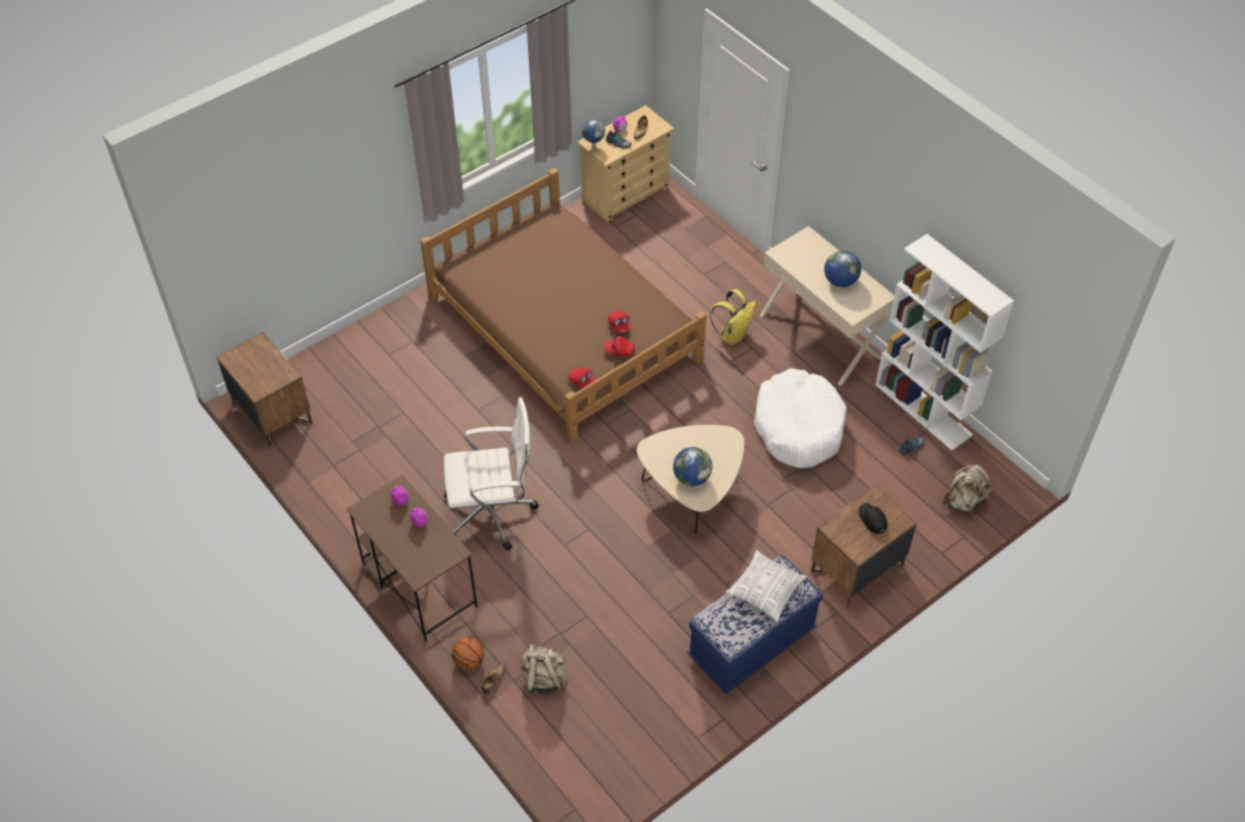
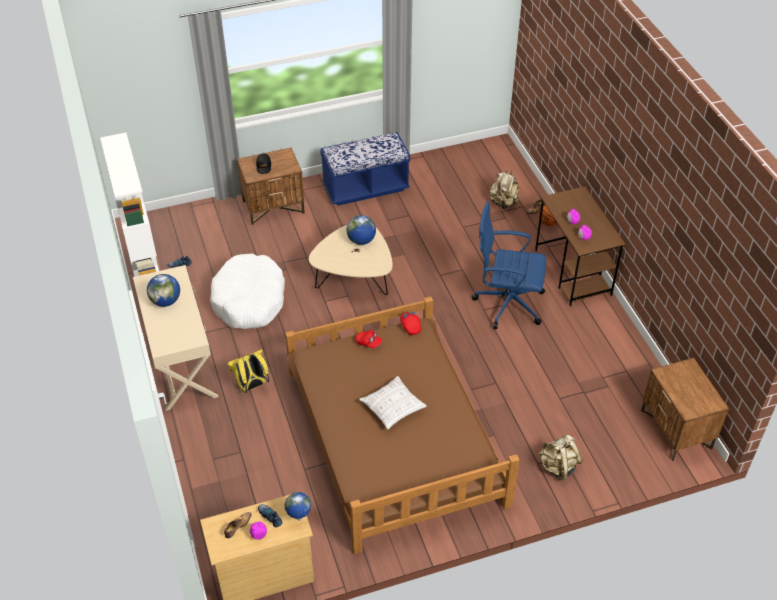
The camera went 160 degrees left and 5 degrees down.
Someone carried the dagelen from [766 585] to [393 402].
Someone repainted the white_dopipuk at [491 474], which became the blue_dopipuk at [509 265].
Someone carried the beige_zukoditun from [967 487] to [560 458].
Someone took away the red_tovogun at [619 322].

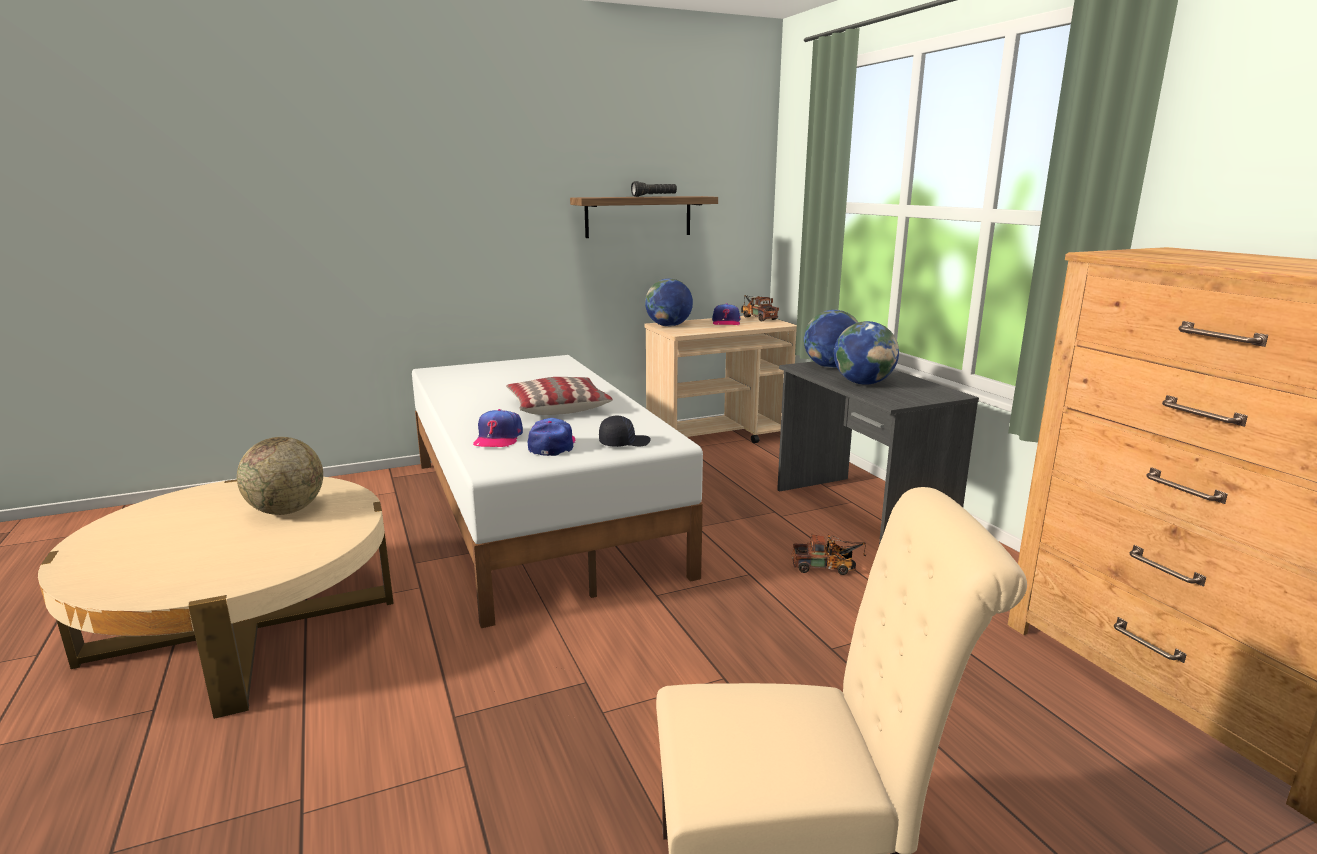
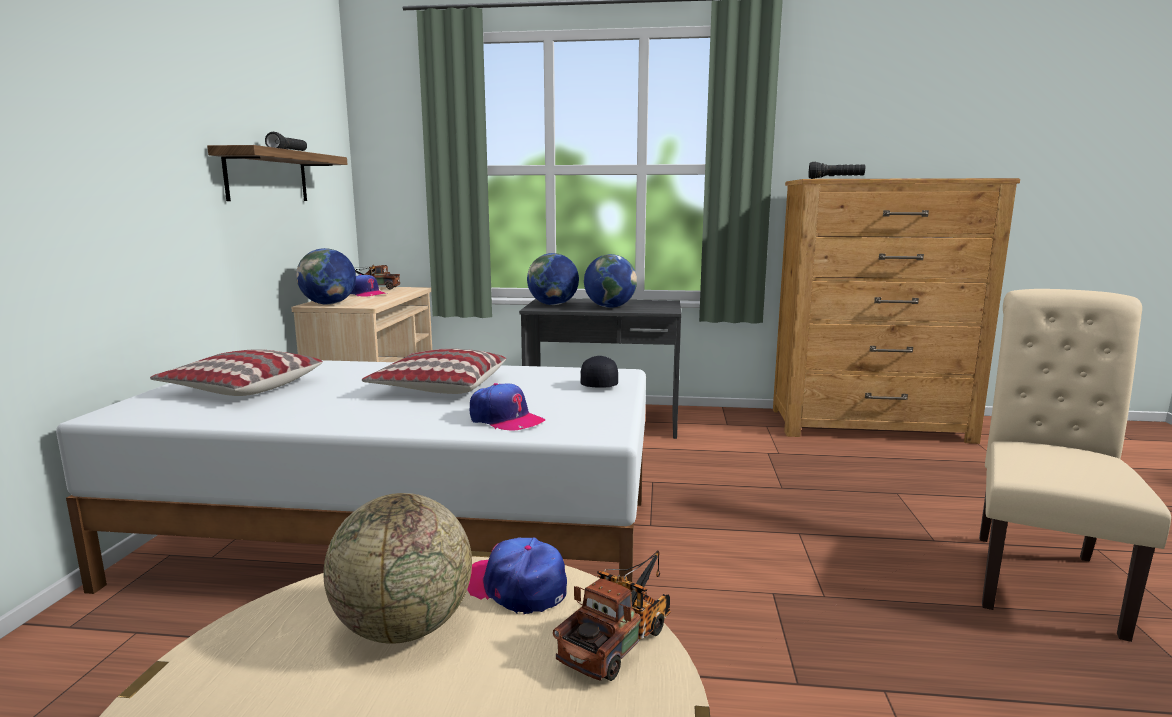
The camera went 60 degrees left and 5 degrees down.
Someone put down the dagelen at [236 372].
Someone carried the tovogun from [551 437] to [517 575].
Someone carried the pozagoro from [829 554] to [612 616].
Someone put down the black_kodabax at [836 170].

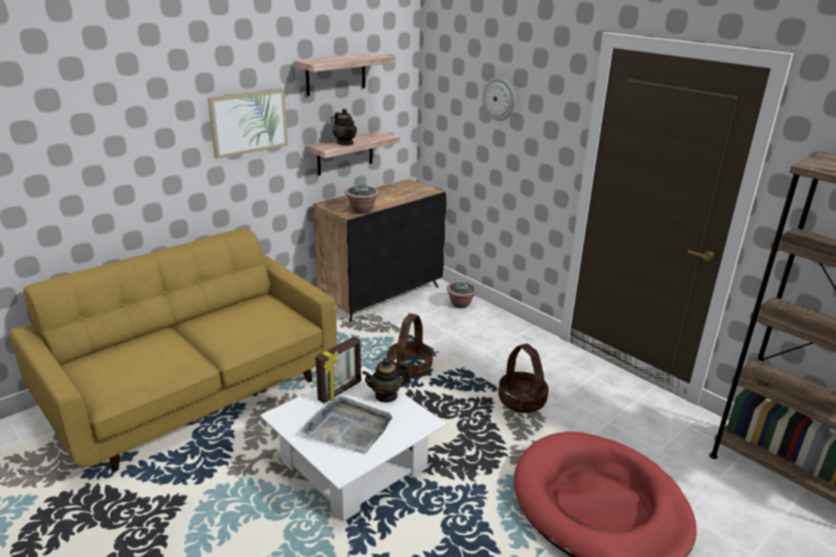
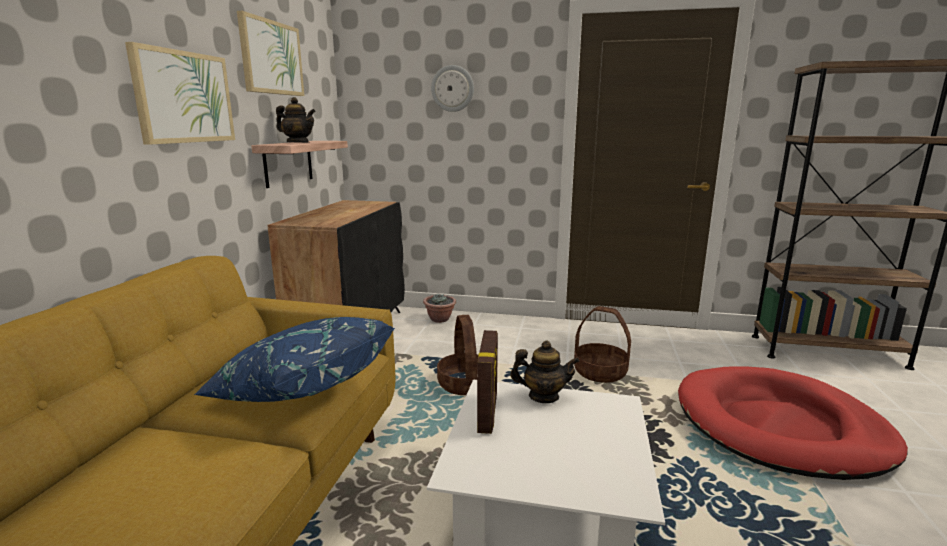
The camera went 35 degrees left and 10 degrees down.
Someone put down the blue_dagelen at [294 359].
Someone swapped the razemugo at [344 74] for the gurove at [270 53].
Someone rotated the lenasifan at [386 380] by 120 degrees counterclockwise.
Someone took away the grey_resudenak at [347 425].
Someone took away the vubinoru at [362 199].

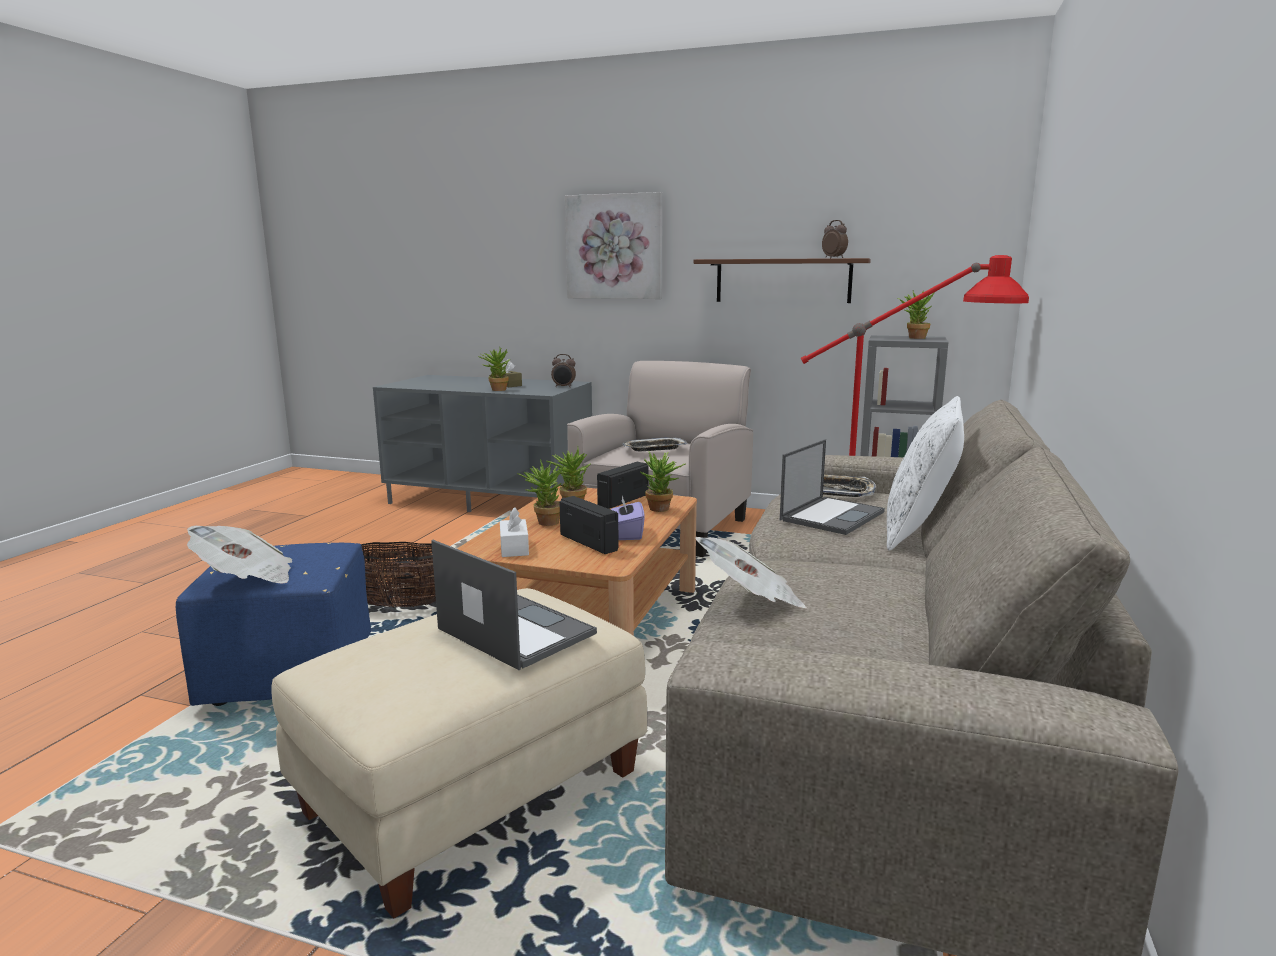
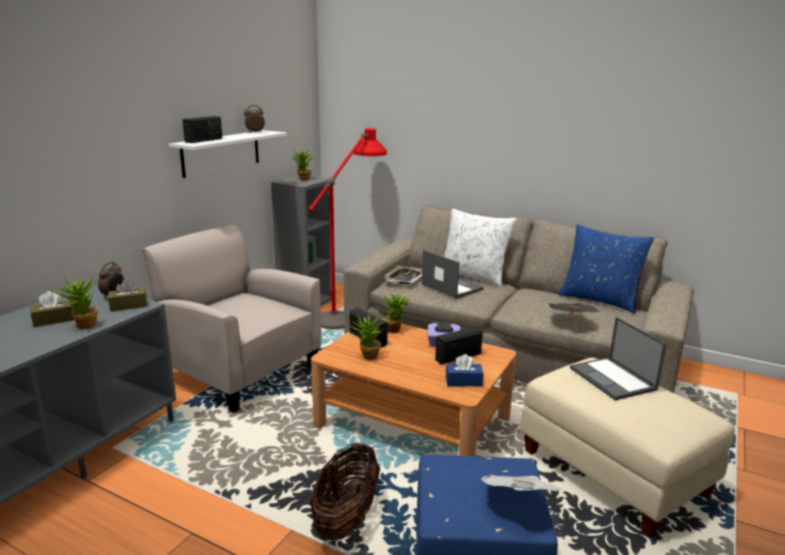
The camera went 80 degrees left and 5 degrees up.
Someone put down the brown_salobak at [127 295].
Someone repainted the brown_razemugo at [782 280], which became the white_razemugo at [228 154].
Someone put down the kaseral at [202 129].
Someone repainted the white_salobak at [514 532], which became the blue_salobak at [465 370].
Someone put down the blue_dagelen at [606 269].
Someone rotated the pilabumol at [514 605] by 75 degrees counterclockwise.
Someone took away the vubinoru at [540 492].
Someone took away the gurove at [614 245].
Someone took away the resudenak at [655 444].

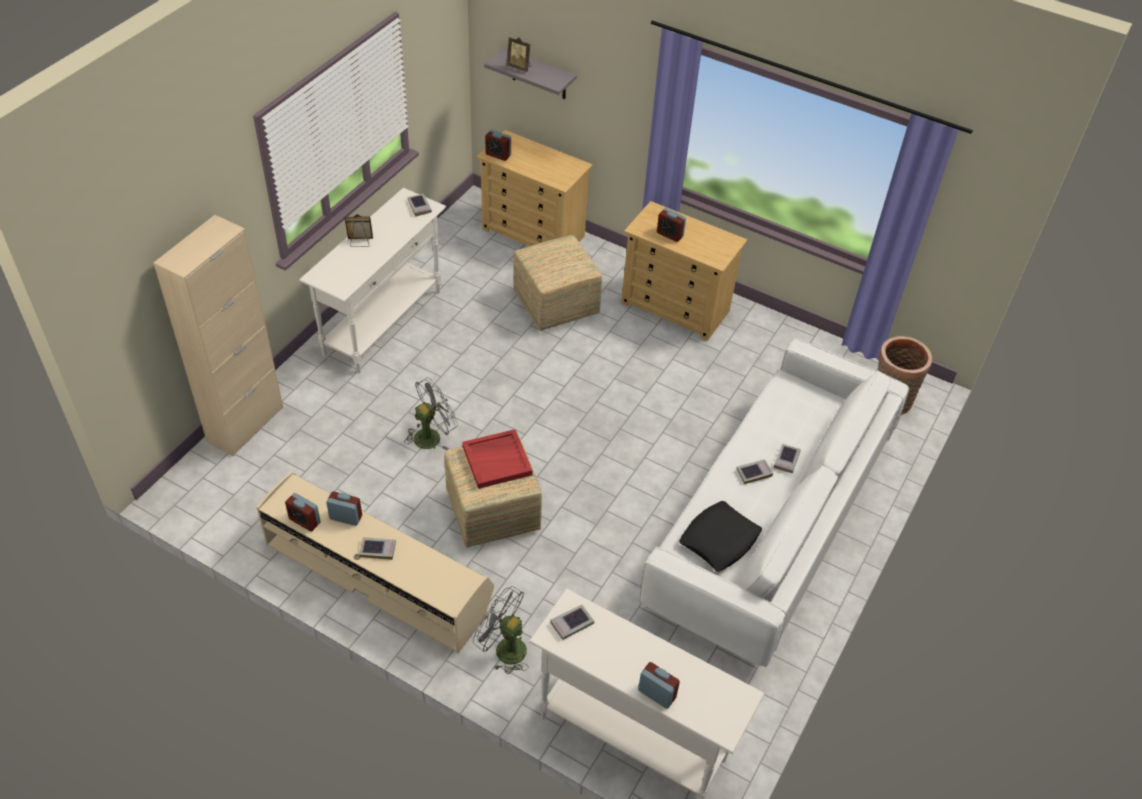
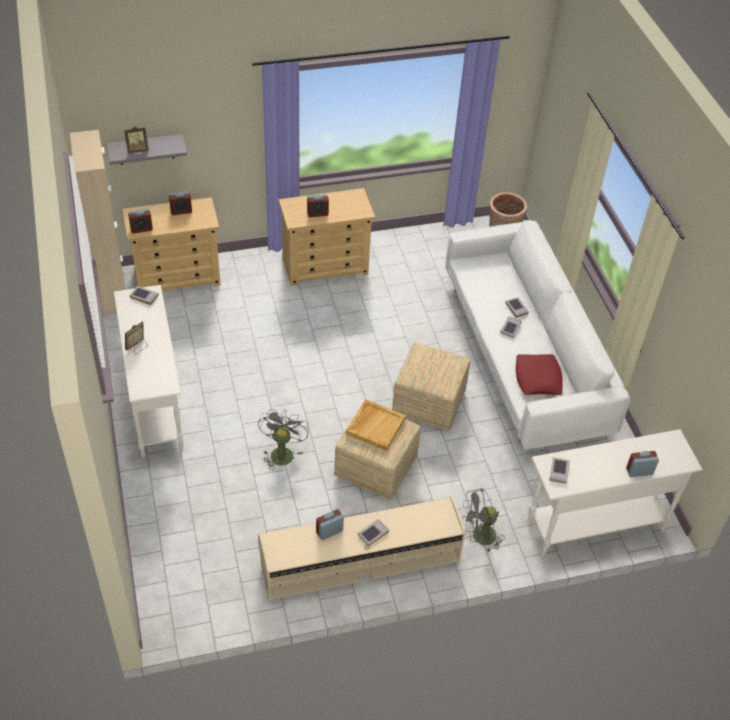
The camera went 45 degrees left and 0 degrees up.
Someone carried the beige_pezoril from [218 335] to [98 222].
Someone carried the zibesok from [303 512] to [180 203].
Someone repainted the red_resudenak at [497 459], which became the beige_resudenak at [376 425].
Someone carried the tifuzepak from [557 283] to [431 387].
Someone repainted the black_dagelen at [720 536], which became the red_dagelen at [539 374].

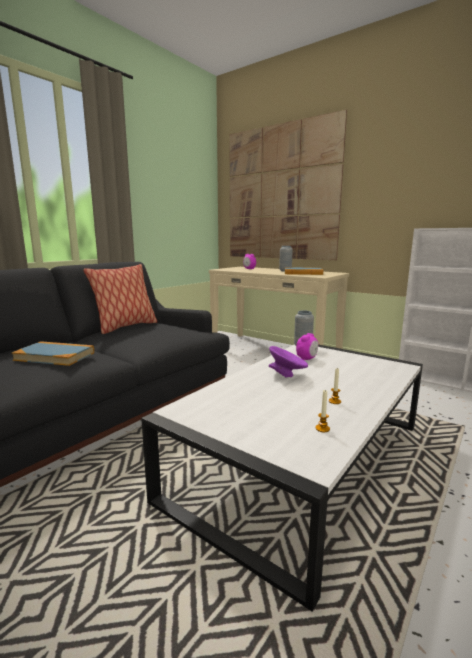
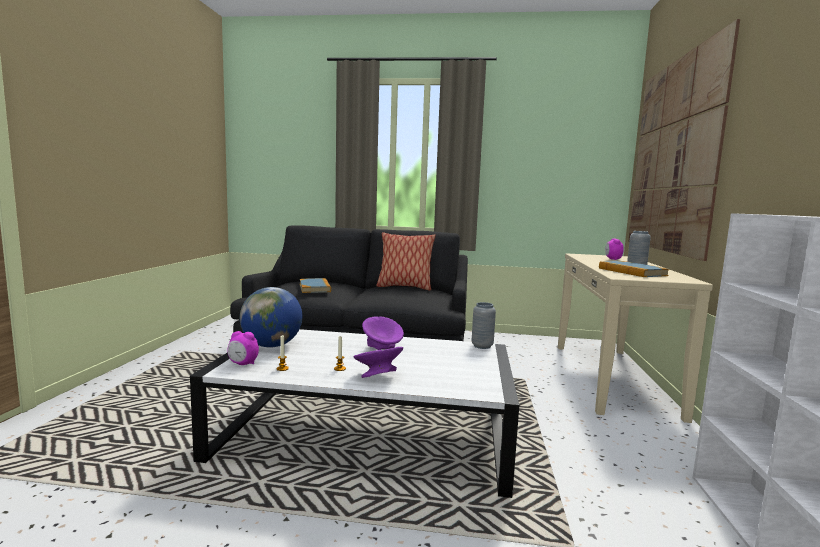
The camera went 60 degrees right and 5 degrees down.
Someone carried the zibesok from [307 346] to [243 348].
Someone put down the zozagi at [271 317].
Someone put down the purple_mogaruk at [378 362].

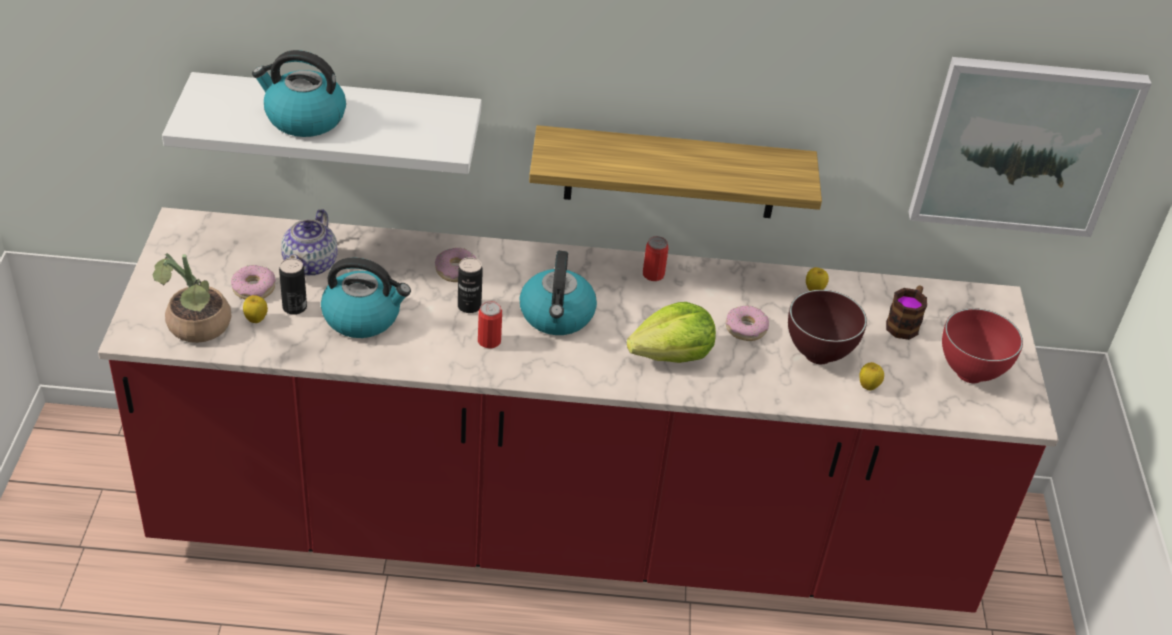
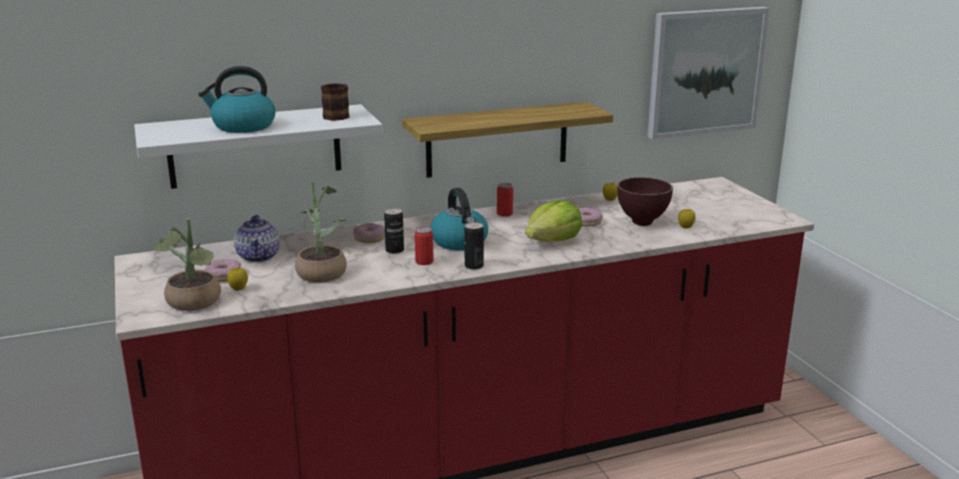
The camera went 20 degrees left and 20 degrees down.
Someone swapped the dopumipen at [366 298] for the vubinoru at [321 232].
Someone carried the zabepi from [906 312] to [335 102].
Someone carried the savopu from [293 286] to [474 246].
Someone took away the red_mogaruk at [982 345].

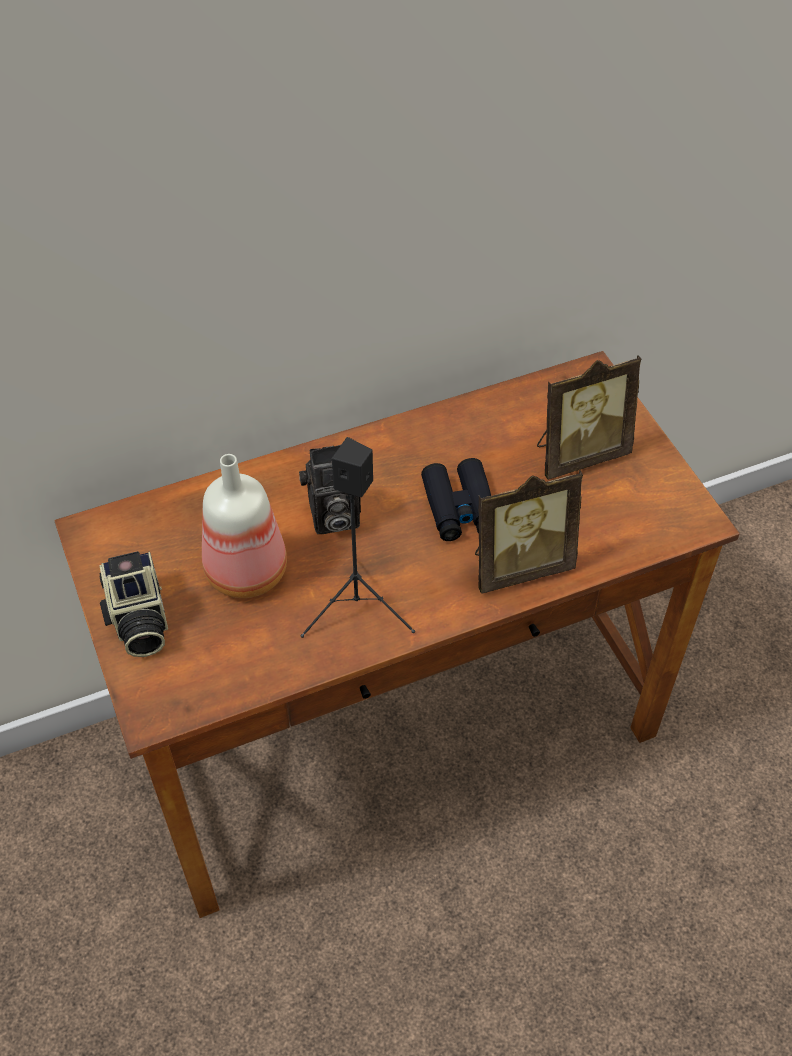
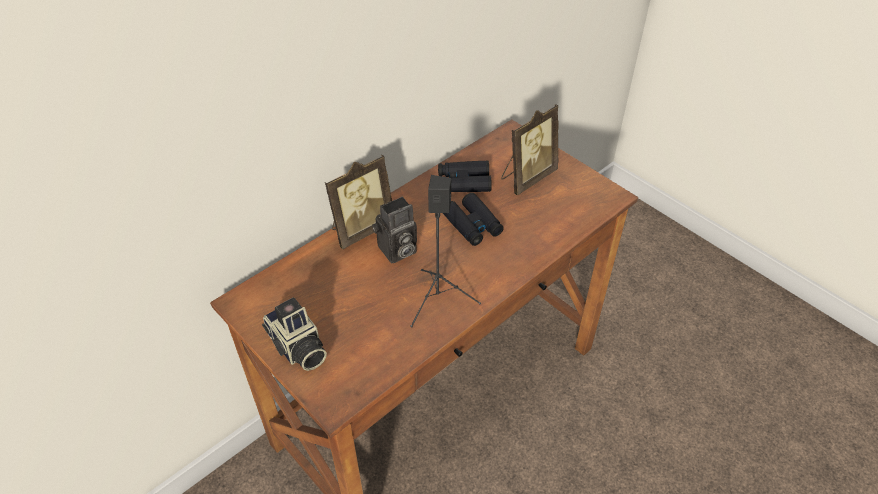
The camera went 20 degrees left and 5 degrees down.
Someone carried the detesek from [529 532] to [358 202].
Someone put down the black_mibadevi at [465 176].
Someone took away the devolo at [244 526].

